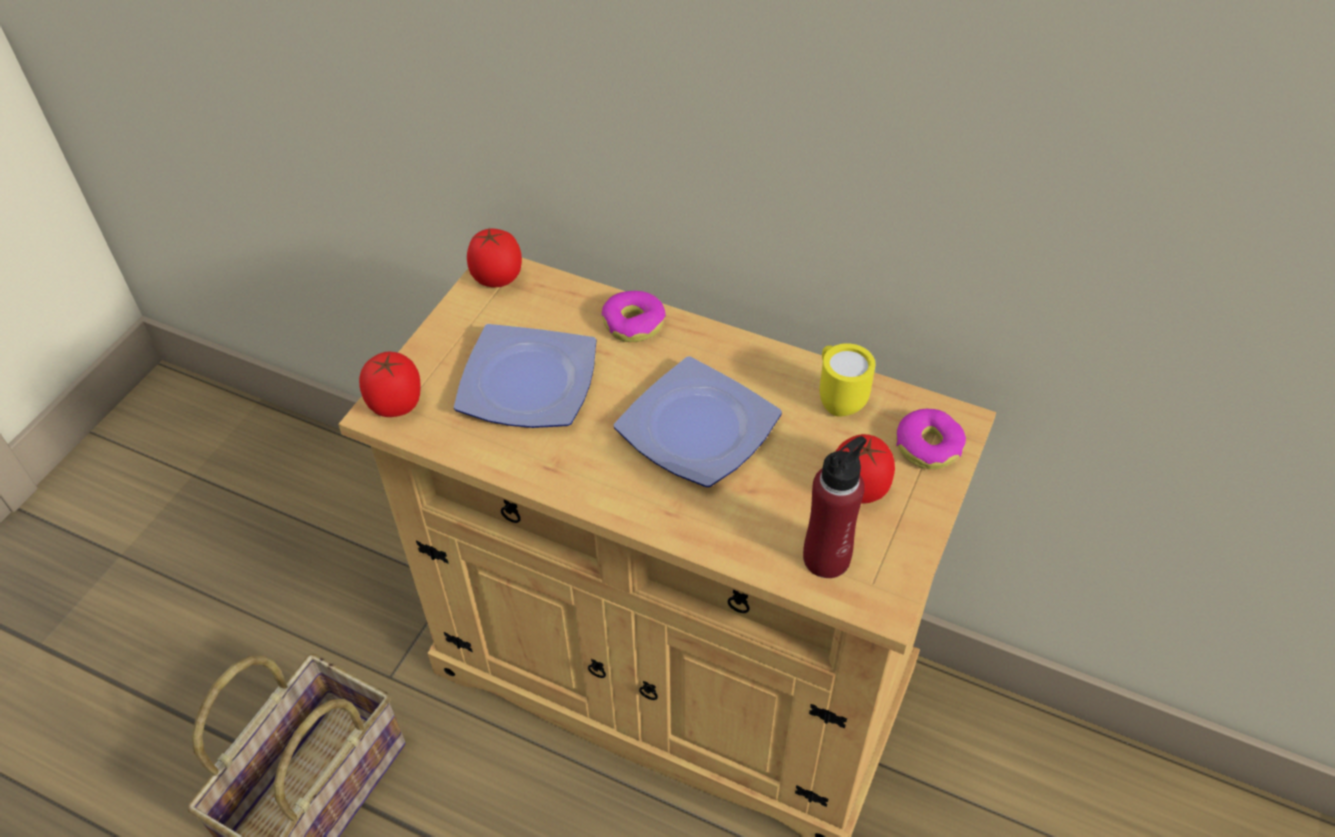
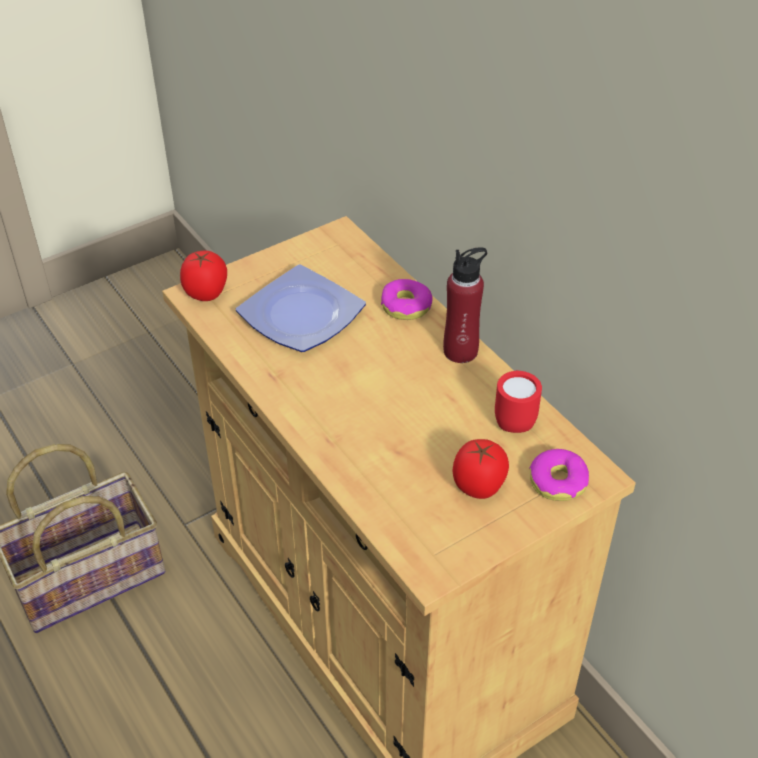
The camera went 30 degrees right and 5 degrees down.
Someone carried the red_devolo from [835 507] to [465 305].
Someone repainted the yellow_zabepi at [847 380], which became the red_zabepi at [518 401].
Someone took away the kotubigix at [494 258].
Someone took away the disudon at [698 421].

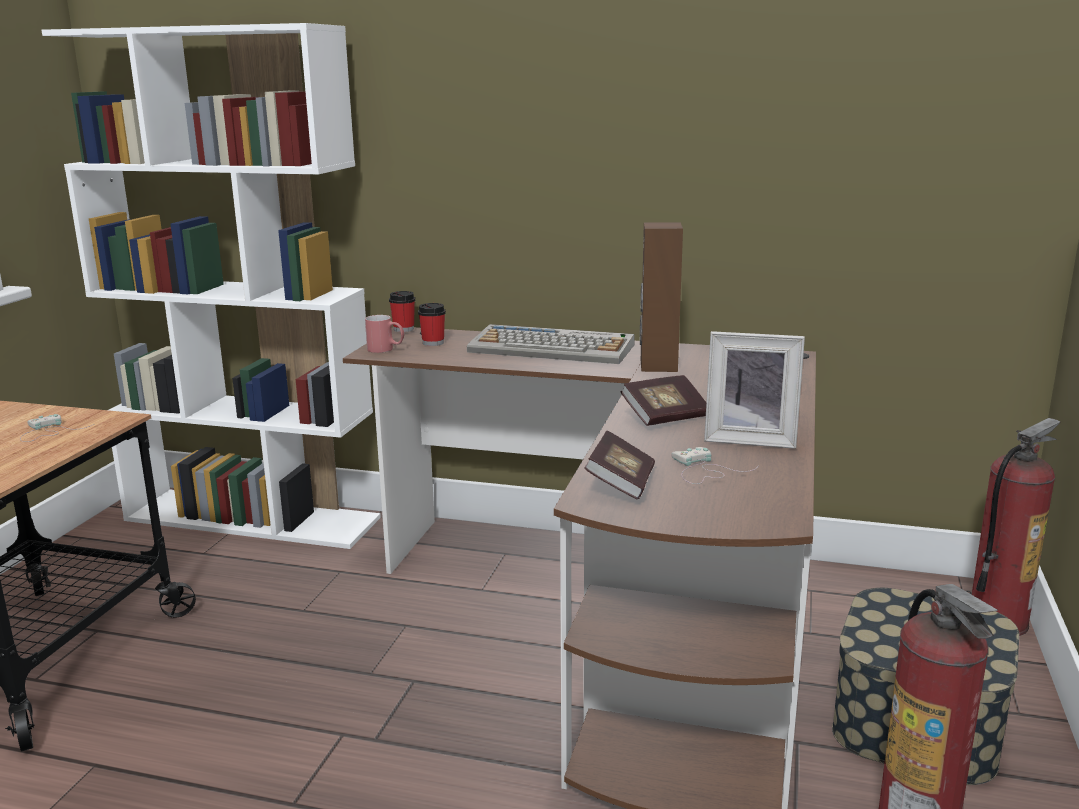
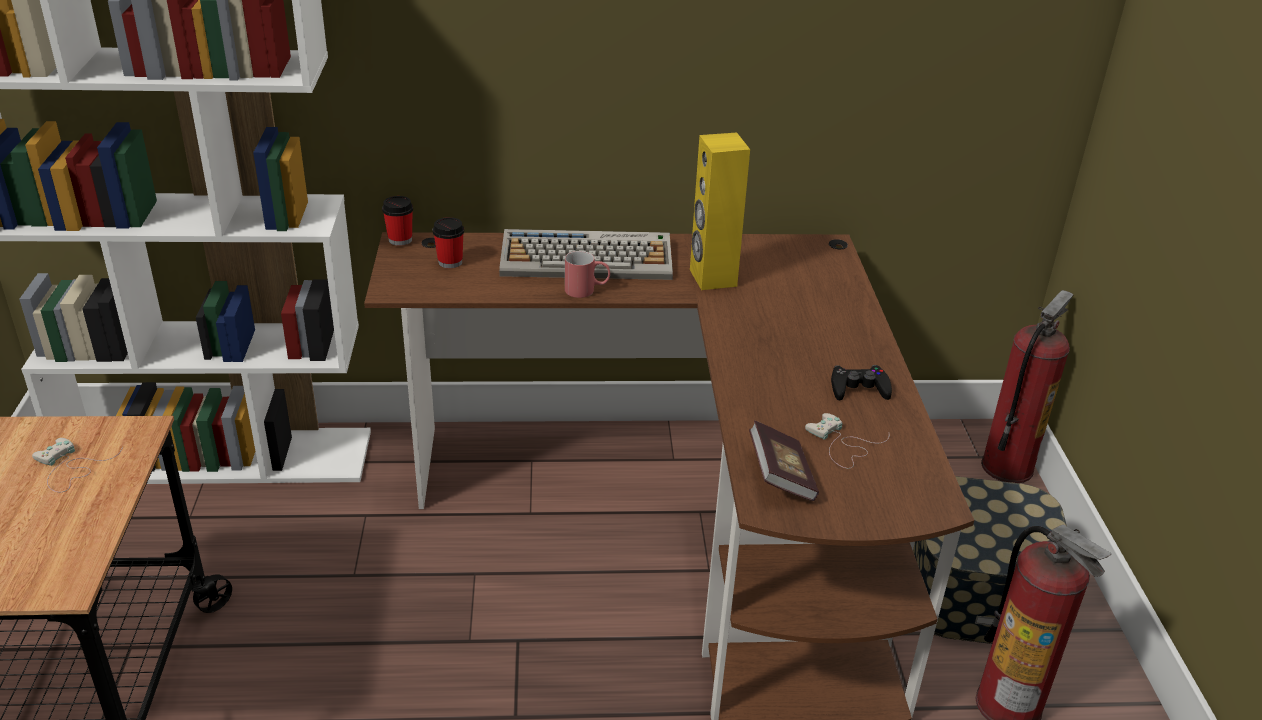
The camera went 20 degrees left and 15 degrees up.
Someone carried the red_zabepi from [385 334] to [587 274].
Someone repainted the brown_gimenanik at [661 297], which became the yellow_gimenanik at [720 211].
Someone swapped the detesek at [754 390] for the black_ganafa at [861 382].
Someone took away the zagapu at [663 400].

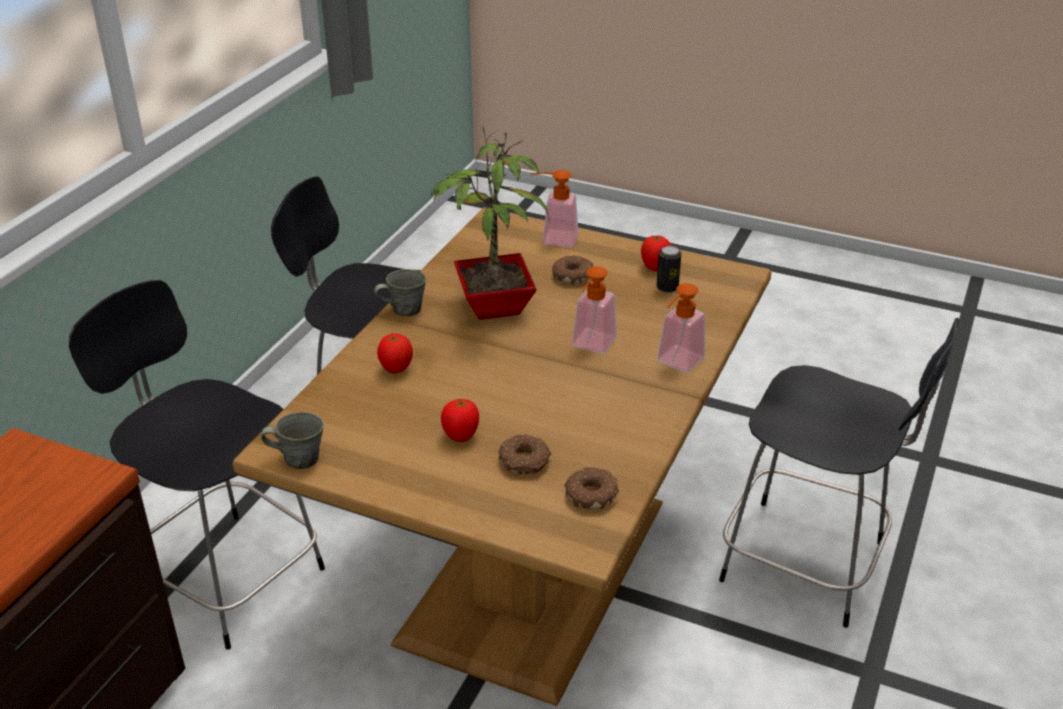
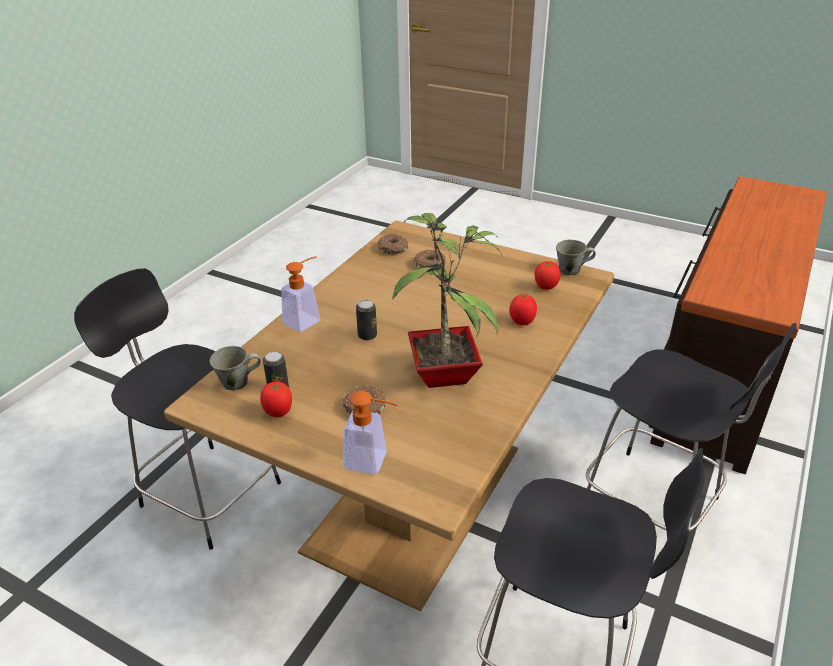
The camera went 175 degrees left and 0 degrees up.
Someone carried the grey_zabepi from [400 292] to [235 368].
Someone swapped the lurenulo at [594 309] for the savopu at [366 320].
Someone carried the kotubigix from [460 420] to [548 275].

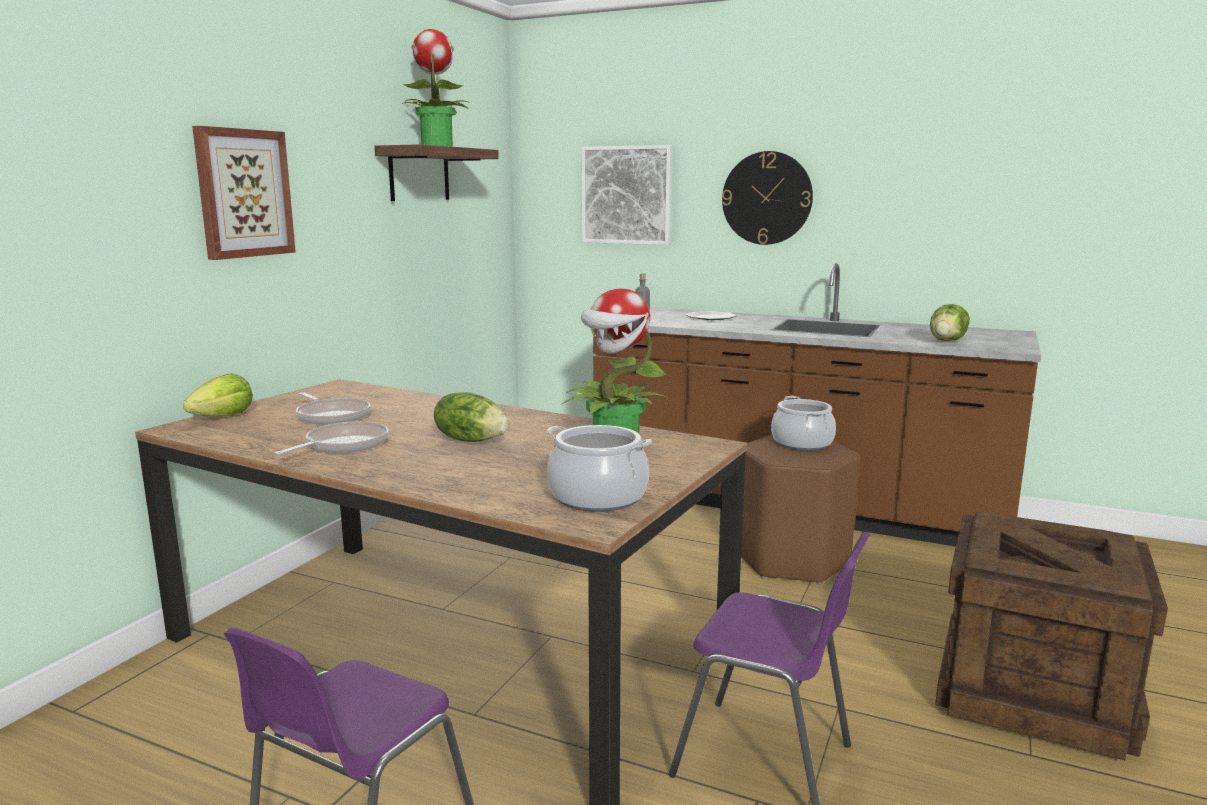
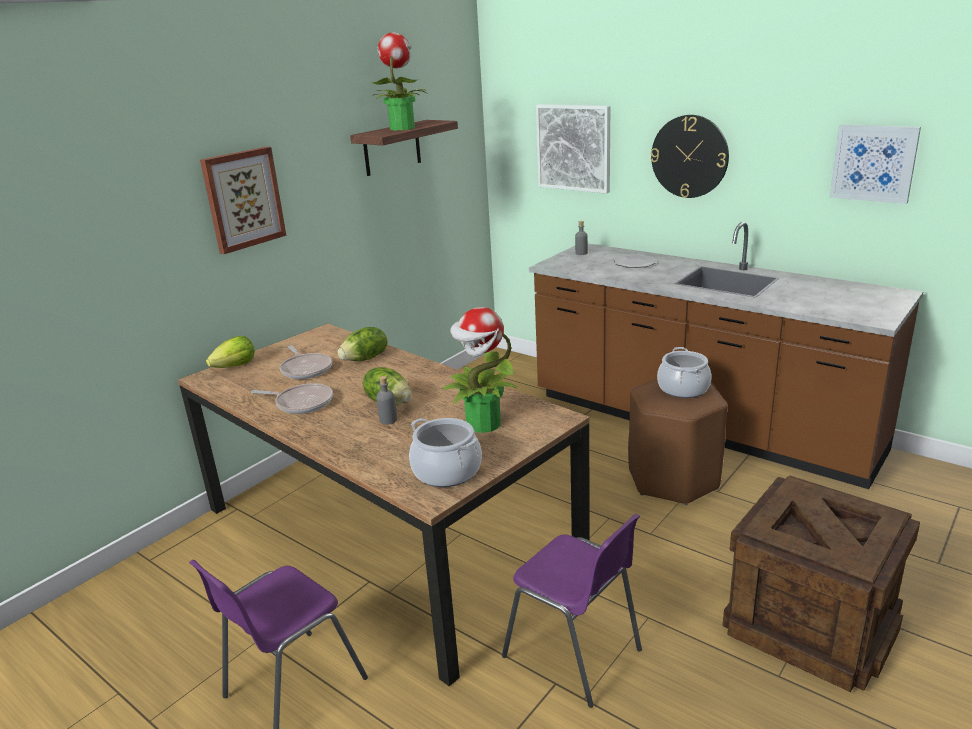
The camera went 15 degrees right and 10 degrees up.
Someone rotated the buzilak at [332 438] by 60 degrees clockwise.
Someone carried the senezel from [950 322] to [363 344].
Someone put down the grey_devolo at [386 400].
Someone put up the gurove at [875 164].

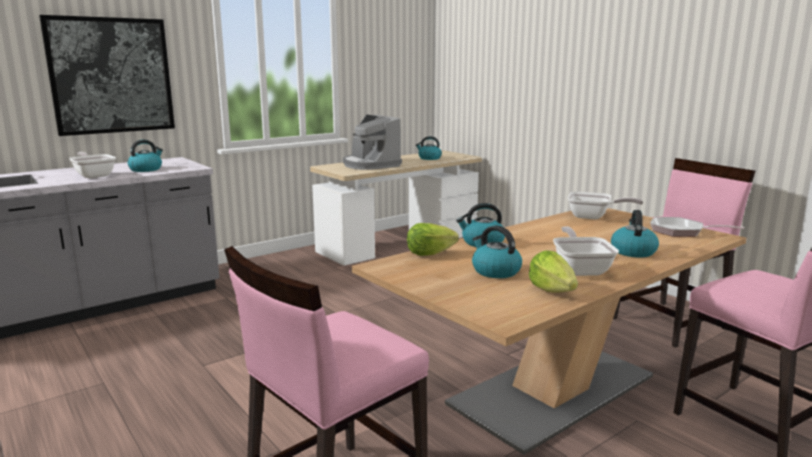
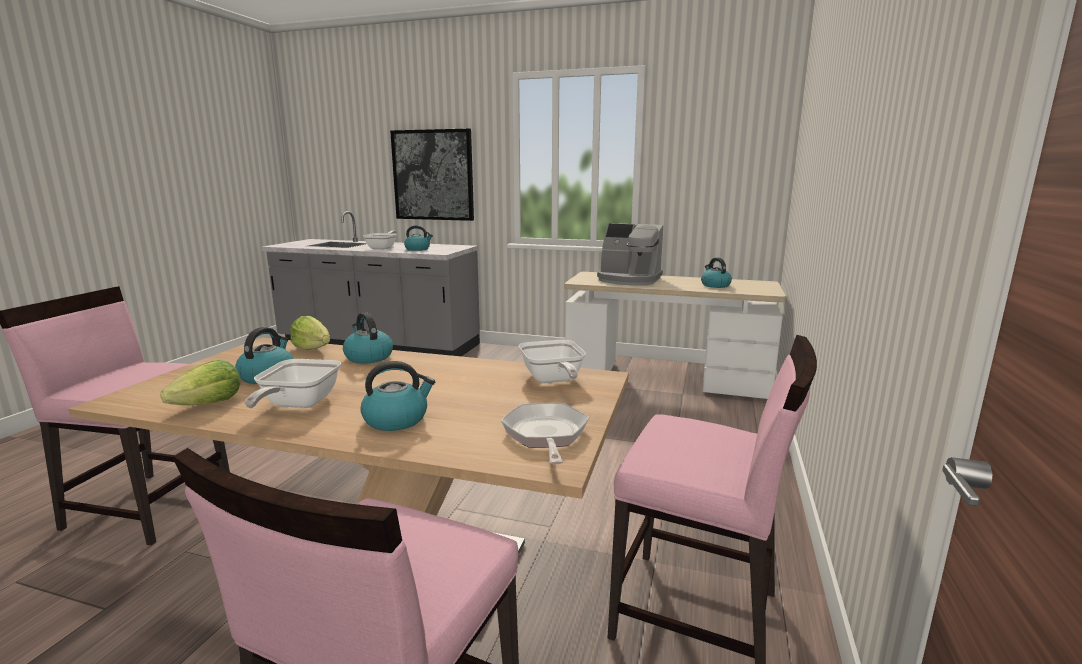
The camera went 55 degrees right and 0 degrees up.
Someone rotated the buzilak at [586 251] by 135 degrees clockwise.
Someone rotated the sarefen at [372 142] by 90 degrees counterclockwise.

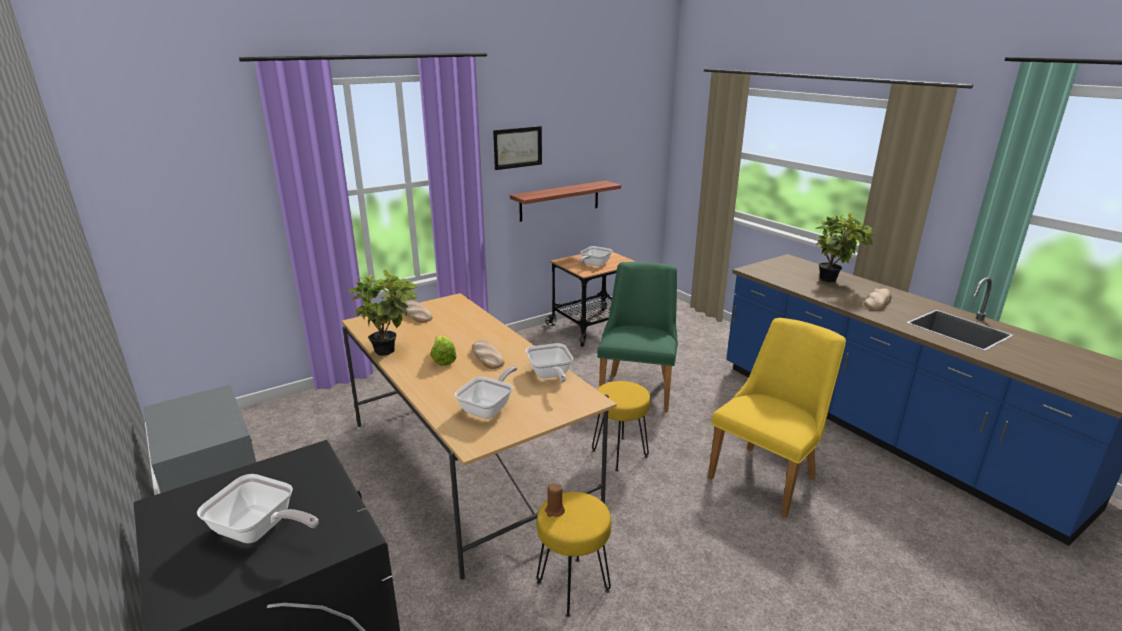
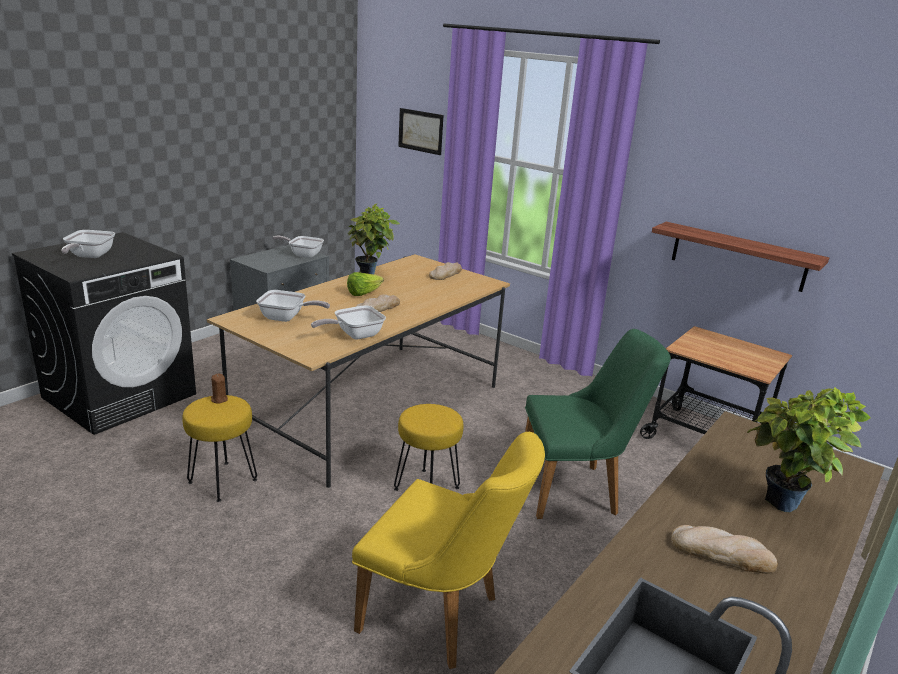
The camera went 70 degrees right and 0 degrees up.
Someone carried the buzilak from [596 256] to [298 247].
Someone carried the gurove from [517 148] to [421 131].

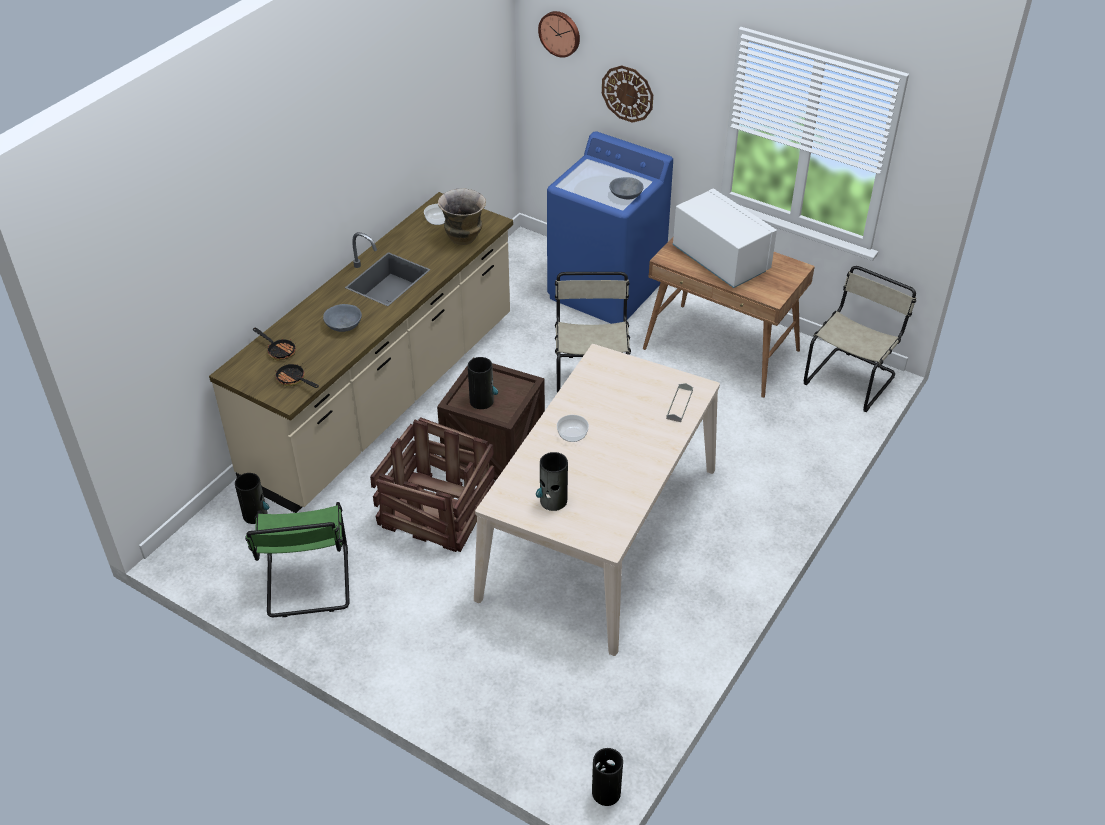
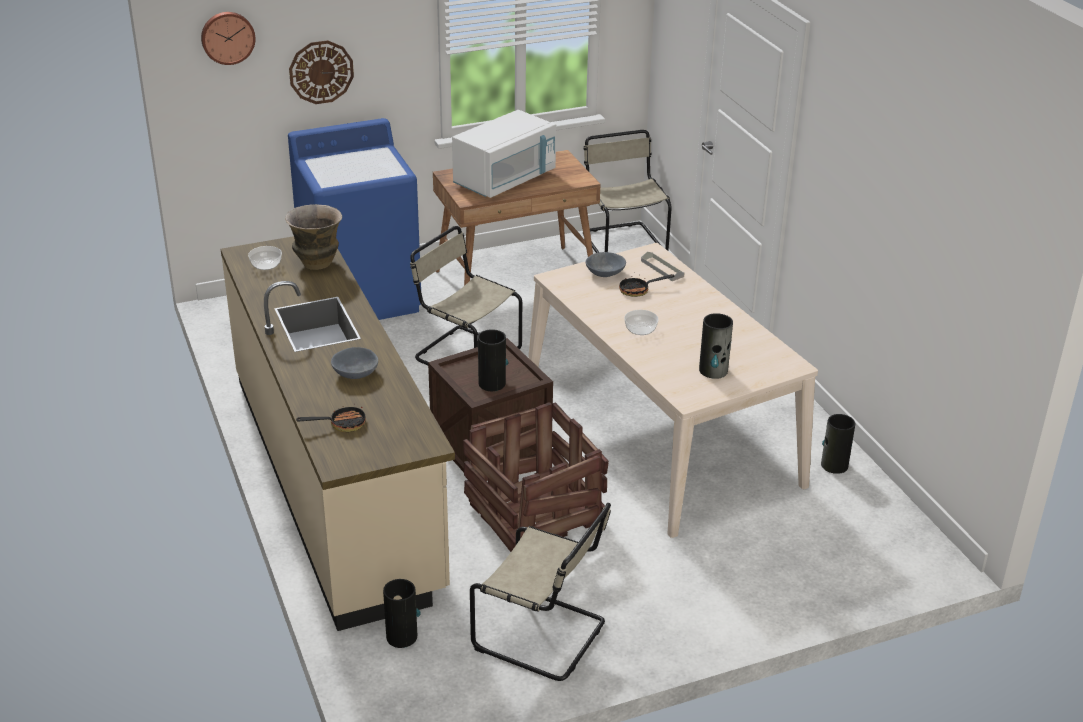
The camera went 55 degrees left and 10 degrees down.
Someone rotated the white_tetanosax at [724 238] by 135 degrees clockwise.
Someone repainted the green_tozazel at [297 559], which became the beige_tozazel at [540 592].
Someone carried the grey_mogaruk from [626 188] to [606 264].
Someone carried the buzilak from [296 376] to [646 285].
Someone carried the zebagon from [607 777] to [838 444].

